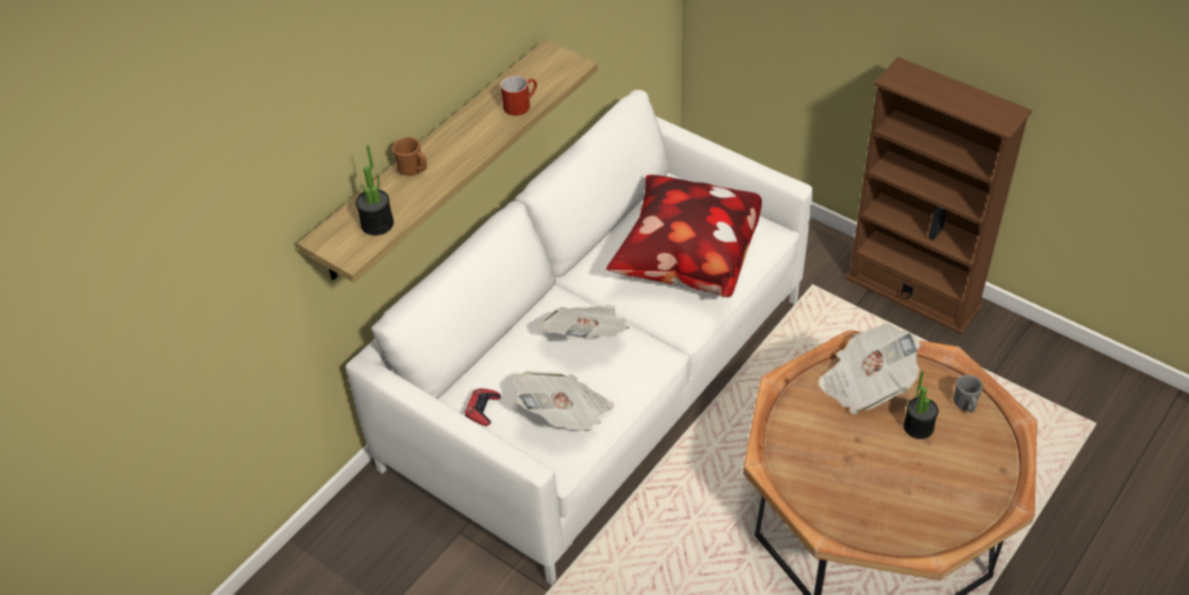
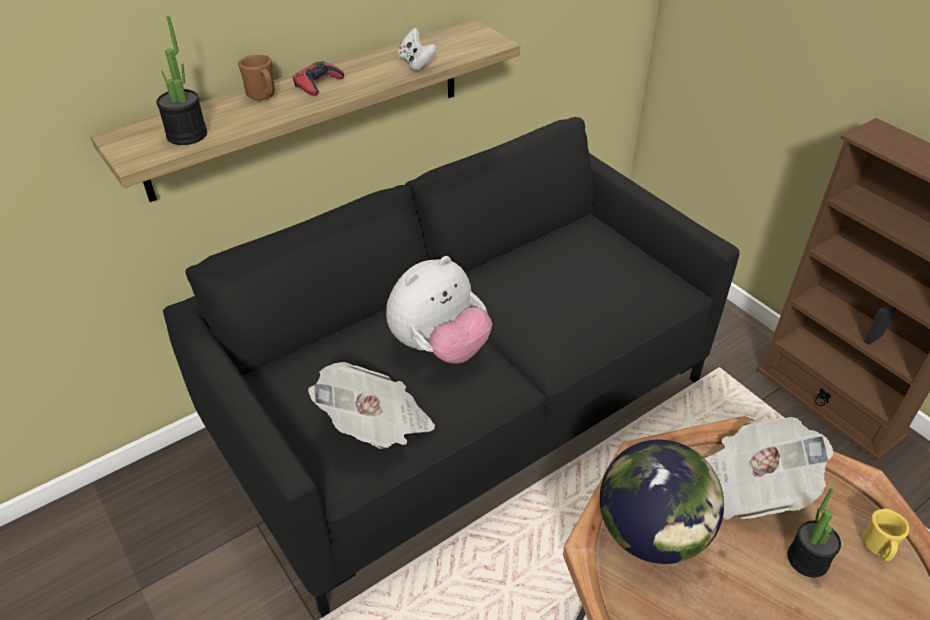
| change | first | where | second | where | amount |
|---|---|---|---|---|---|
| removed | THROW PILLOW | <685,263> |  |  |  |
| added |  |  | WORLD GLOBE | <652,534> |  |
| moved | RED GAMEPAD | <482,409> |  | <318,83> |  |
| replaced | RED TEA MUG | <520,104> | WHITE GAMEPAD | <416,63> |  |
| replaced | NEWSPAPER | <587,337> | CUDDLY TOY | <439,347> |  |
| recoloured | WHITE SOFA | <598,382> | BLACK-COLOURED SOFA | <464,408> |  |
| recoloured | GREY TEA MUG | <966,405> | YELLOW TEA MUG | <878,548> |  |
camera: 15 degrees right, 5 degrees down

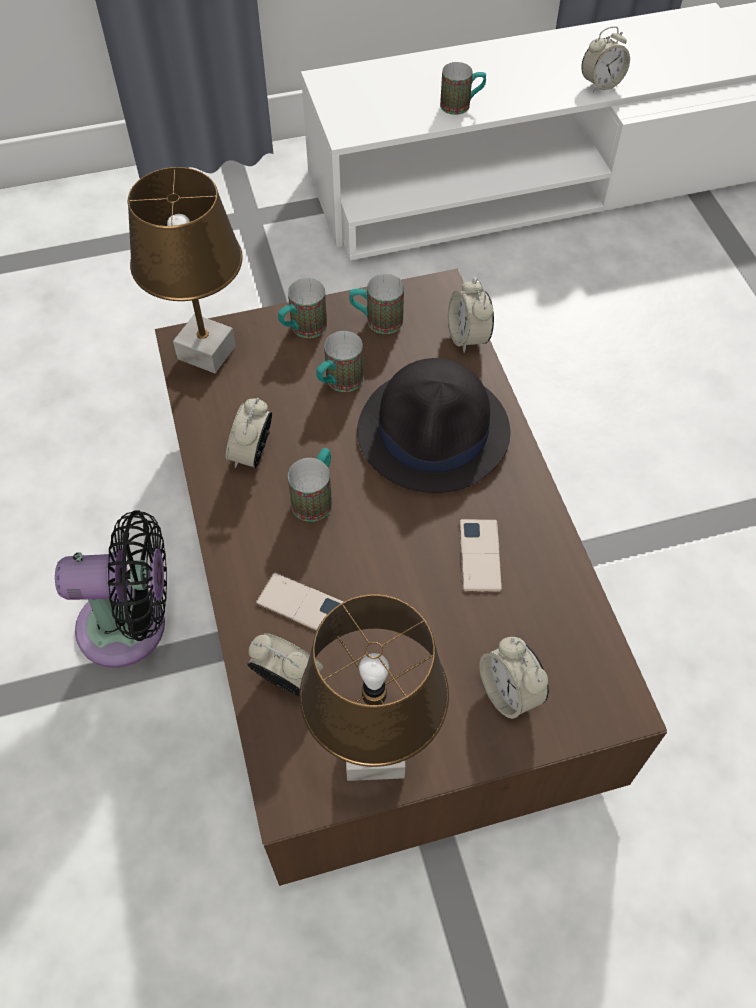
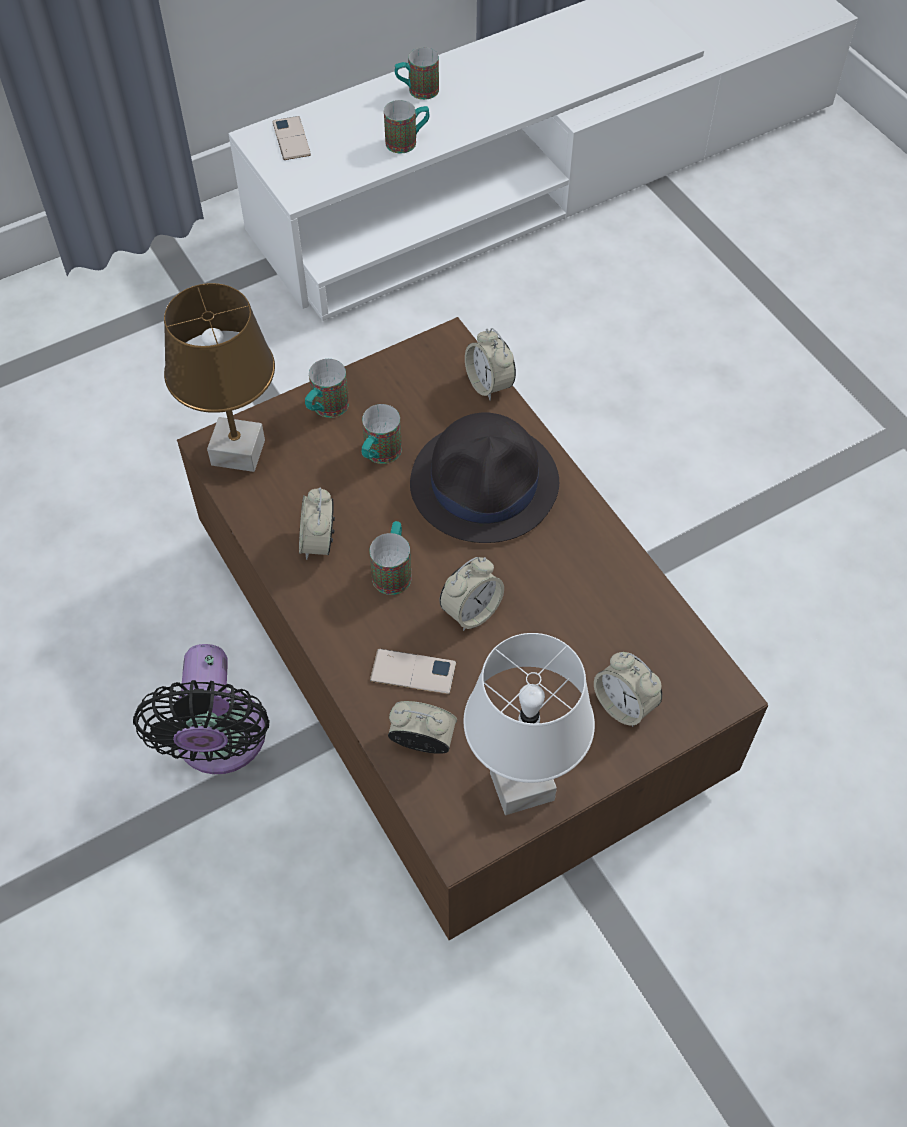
| change | first | where | second | where | amount |
|---|---|---|---|---|---|
| moved | TEA MUG | <376,321> |  | <417,91> |  |
| moved | HANDSET | <480,555> |  | <291,139> |  |
| moved | BEDSIDE CLOCK | <601,84> |  | <471,611> |  |
| recoloured | BROWN TABLETOP LAMP | <375,752> | WHITE TABLETOP LAMP | <522,785> |  |
| turned | BLACK-COLOURED FAN | <132,626> |  | <220,743> | 105 degrees clockwise |
camera: 15 degrees left, 0 degrees up

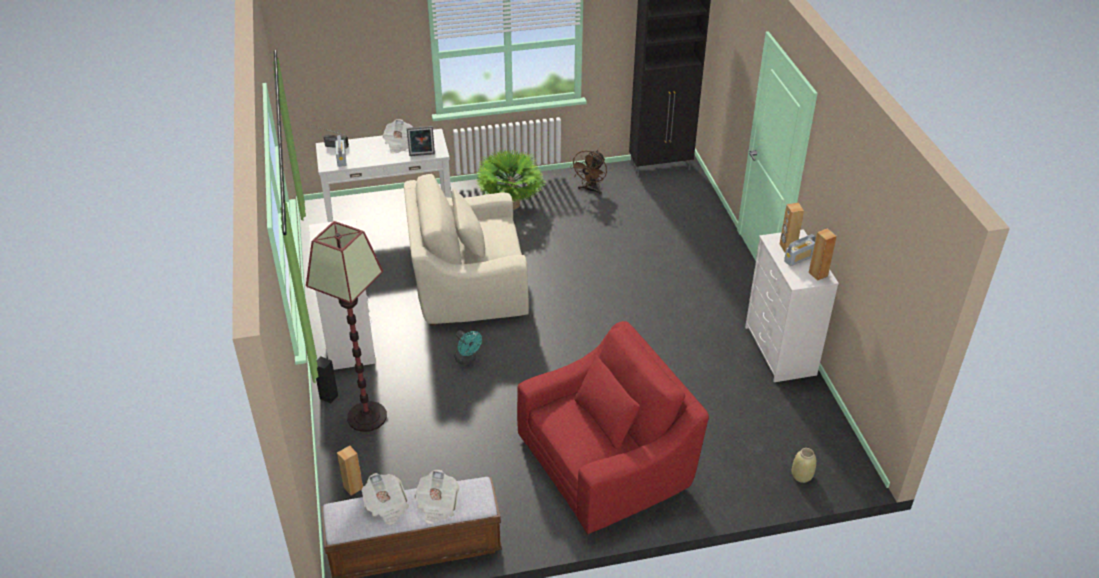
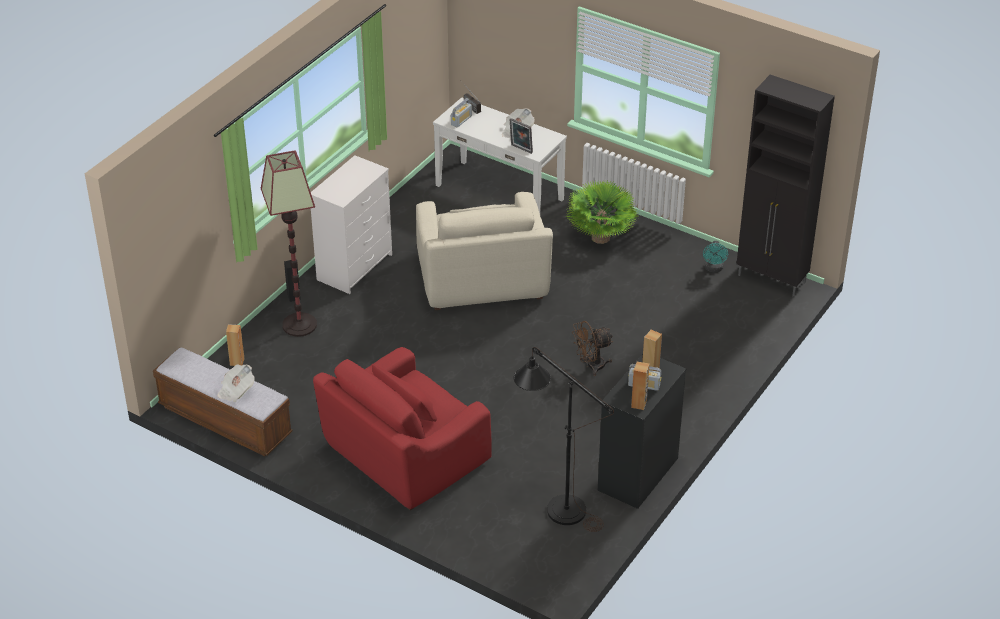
| change | first | where | second | where | amount |
|---|---|---|---|---|---|
| removed | NEWSPAPER | <386,506> |  |  |  |
| removed | BEIGE-COLOURED VASE | <801,475> |  |  |  |
| added |  |  | BLACK-COLOURED FLOOR LAMP | <557,505> |  |
| moved | TURQUOISE-COLOURED FAN | <467,359> |  | <713,269> |  |
| moved | BROWN FAN | <590,190> |  | <591,366> |  |
| recoloured | WHITE DRESSER | <780,351> | BLACK-COLOURED DRESSER | <637,474> |  |
| turned | BEIGE-COLOURED LOUNGE CHAIR | <467,284> |  | <482,278> | 135 degrees counterclockwise |
| turned | RED LOUNGE CHAIR | <606,462> |  | <404,456> | 120 degrees clockwise |
camera: 45 degrees right, 0 degrees up

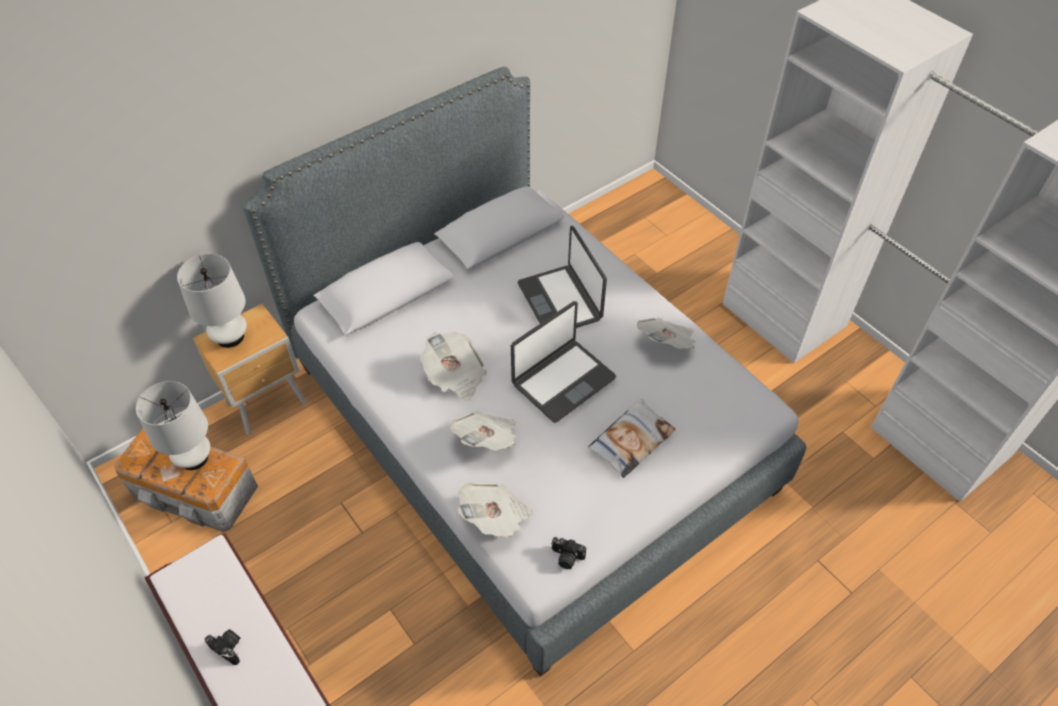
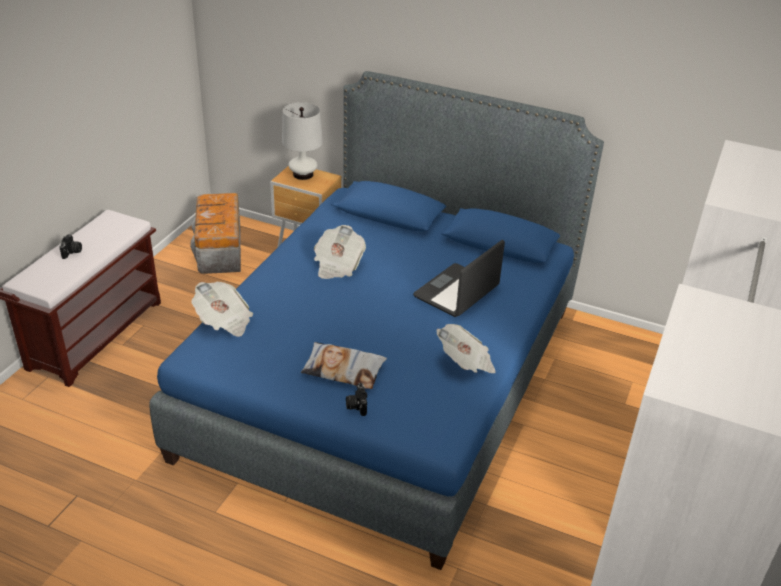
| change | first | where | second | where | amount |
|---|---|---|---|---|---|
| removed | WHITE TABLETOP LAMP | <194,458> |  |  |  |
| removed | NEWSPAPER | <487,440> |  |  |  |
| removed | PORTABLE COMPUTER | <562,380> |  |  |  |
| moved | STILL CAMERA | <566,558> |  | <356,405> |  |
| recoloured | GREY BED | <527,426> | BLUE-COLOURED BED | <386,379> |  |
camera: 60 degrees right, 15 degrees down

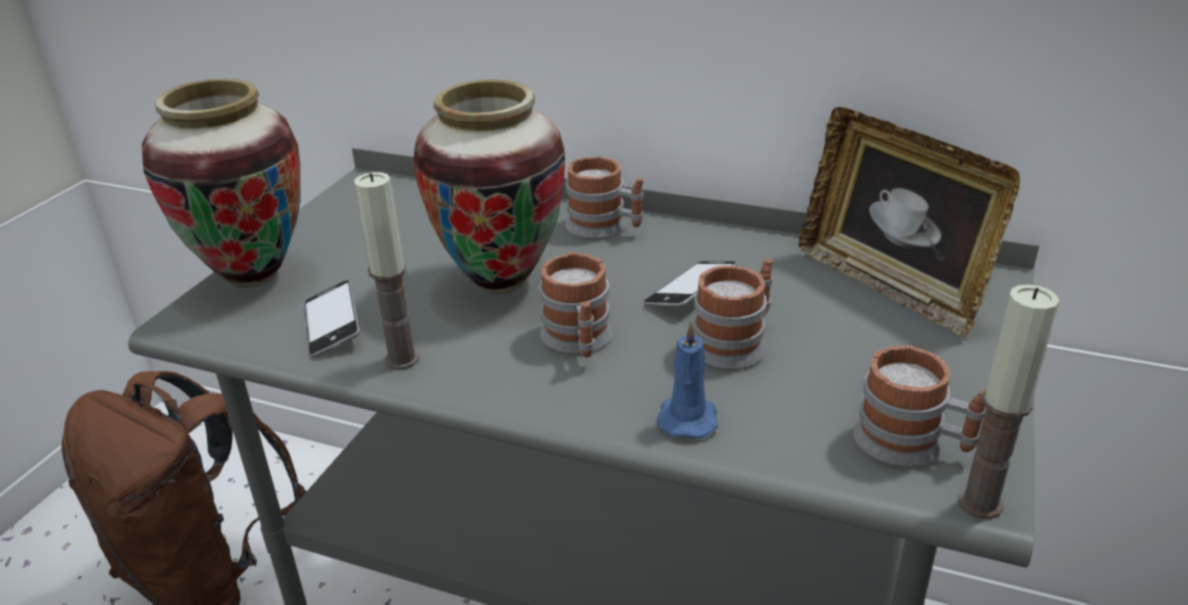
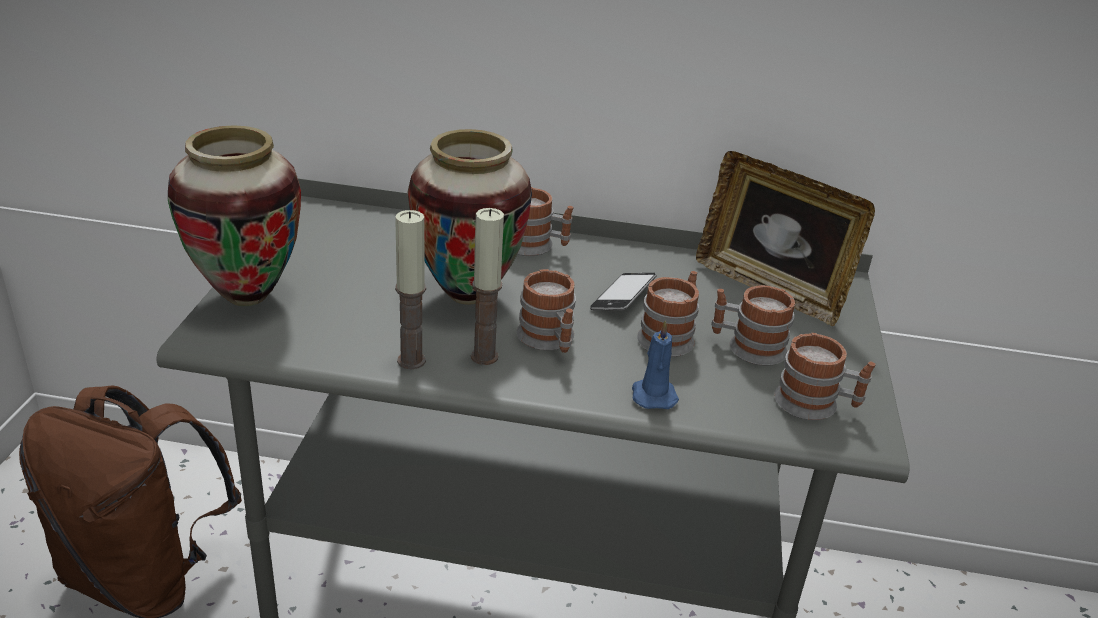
| change | first | where | second | where | amount |
|---|---|---|---|---|---|
| removed | HANDSET | <333,326> |  |  |  |
| added |  |  | TEA MUG | <747,347> |  |
| moved | CANDLE | <980,503> |  | <484,356> |  |
camera: 15 degrees left, 0 degrees up

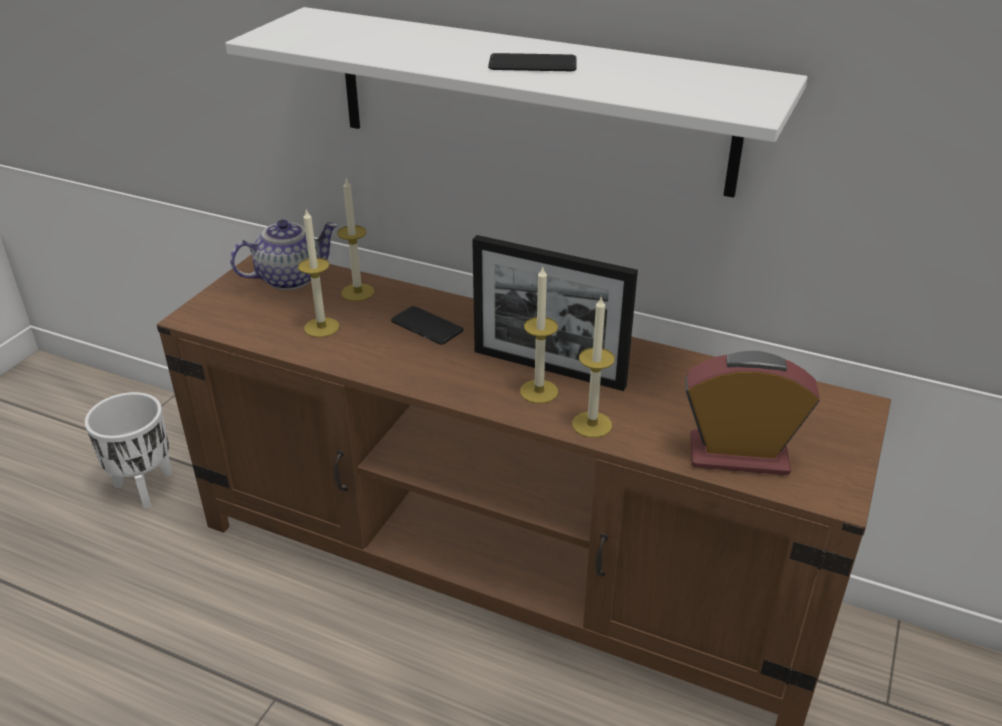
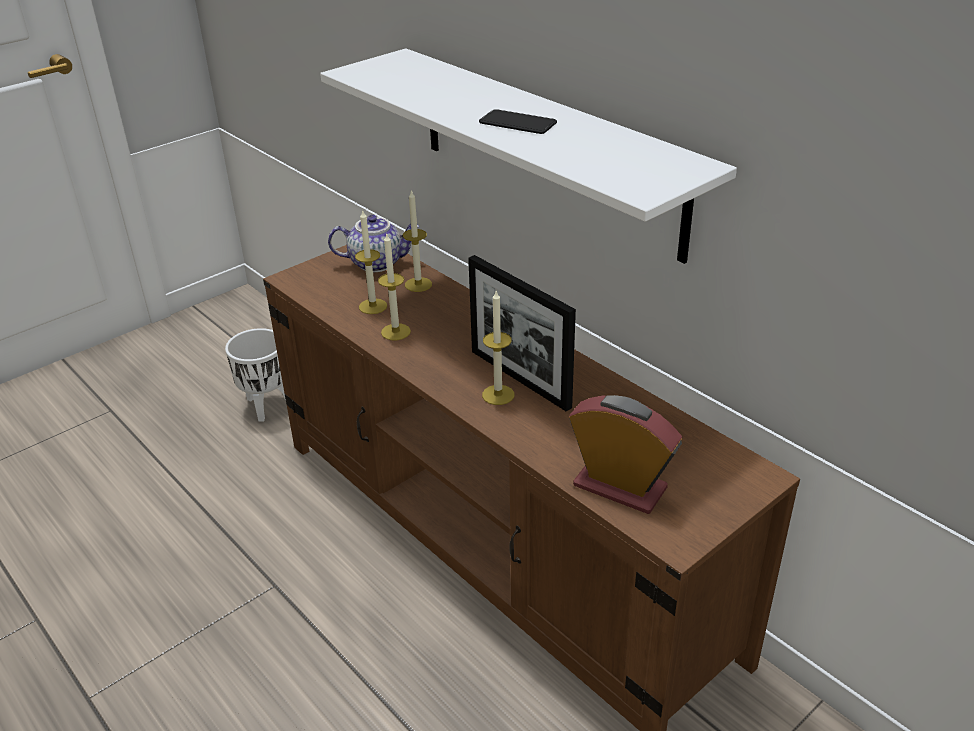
| change | first | where | second | where | amount |
|---|---|---|---|---|---|
| removed | HANDSET | <427,326> |  |  |  |
| moved | CANDLE | <592,424> |  | <395,332> |  |
camera: 25 degrees right, 0 degrees up

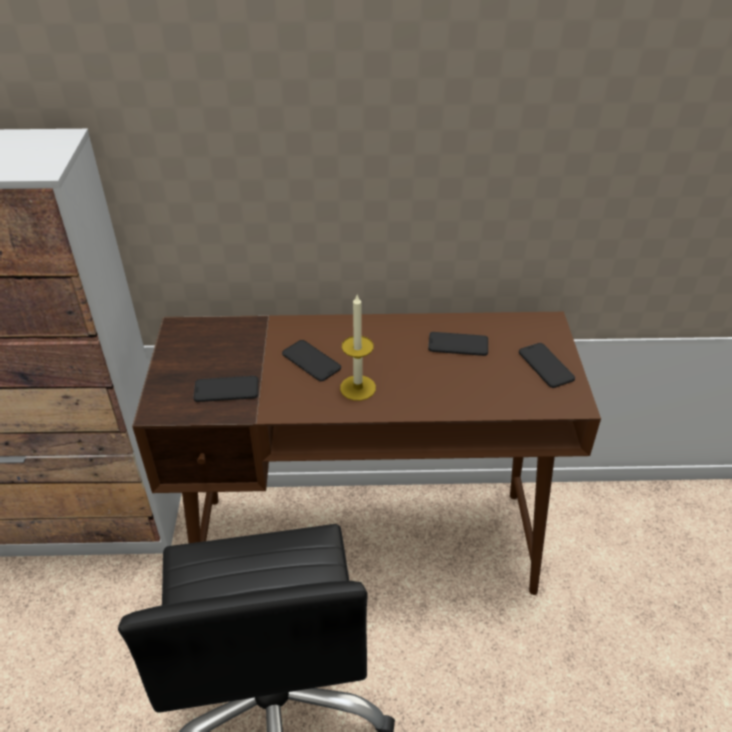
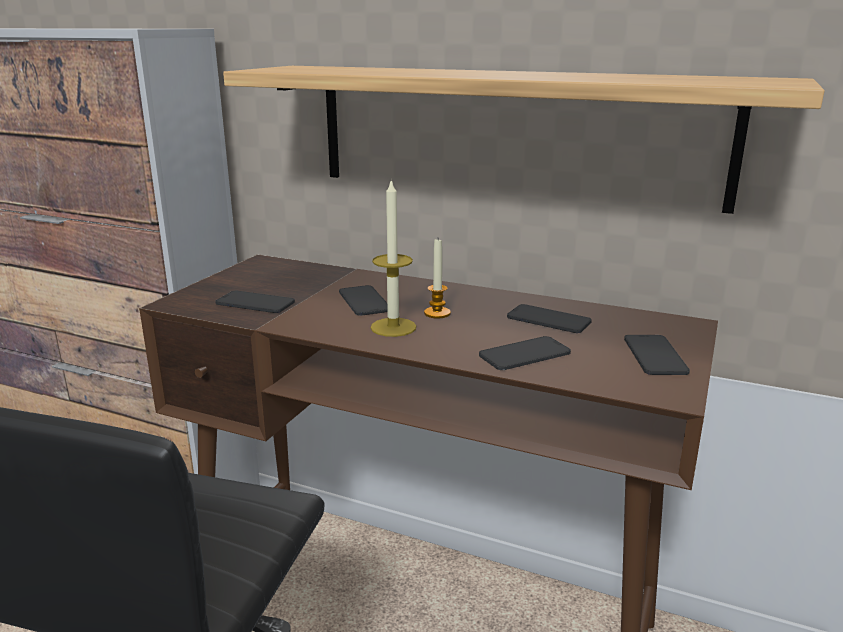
| change | first | where | second | where | amount |
|---|---|---|---|---|---|
| added |  |  | BRACKET SHELF | <513,133> |  |
| added |  |  | CANDLE | <437,313> |  |
| added |  |  | HANDSET | <524,354> |  |
camera: 25 degrees right, 20 degrees down

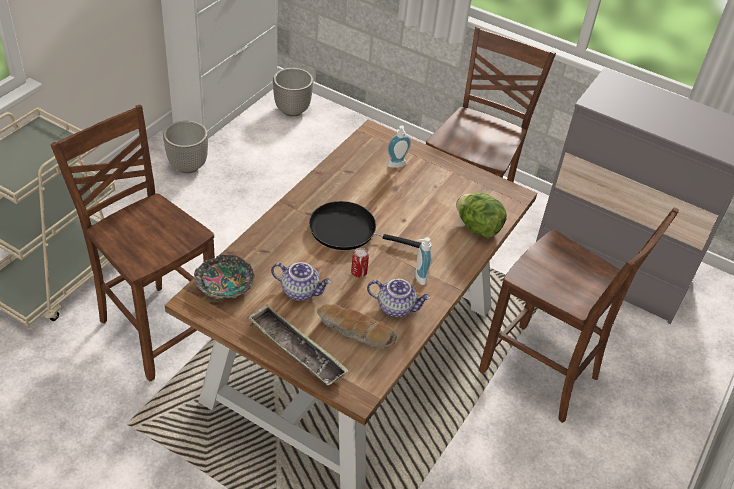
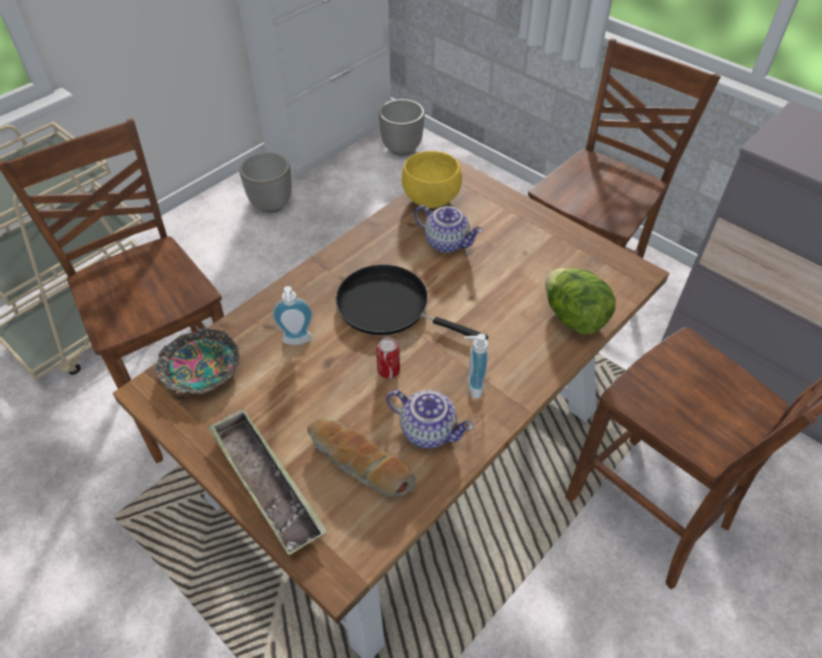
| change | first | where | second | where | amount |
|---|---|---|---|---|---|
| added |  |  | YELLOW DEEP DISH | <432,199> |  |
| moved | POT FOR TEA | <301,291> |  | <447,242> |  |
| moved | LIQUID SOAP BOTTLE | <397,166> |  | <297,342> |  |
camera: 15 degrees right, 5 degrees up

